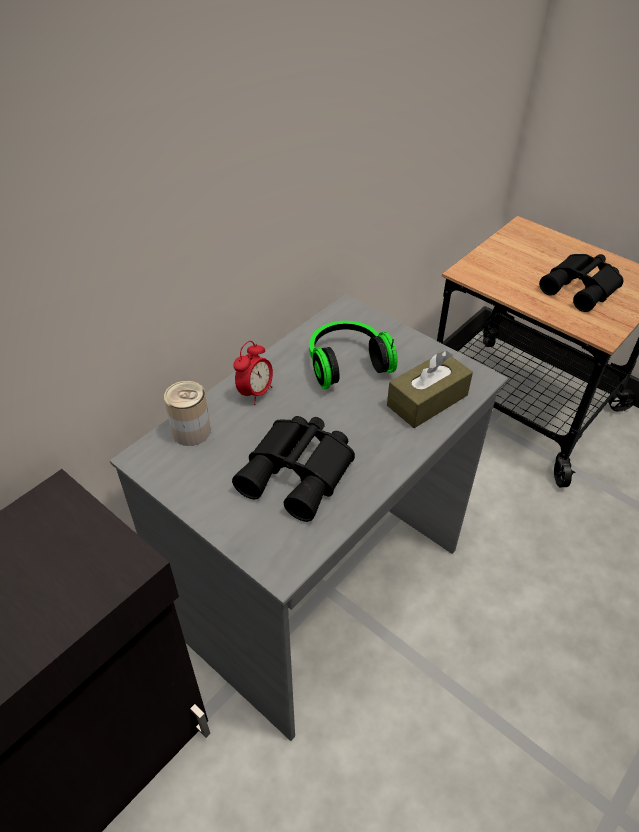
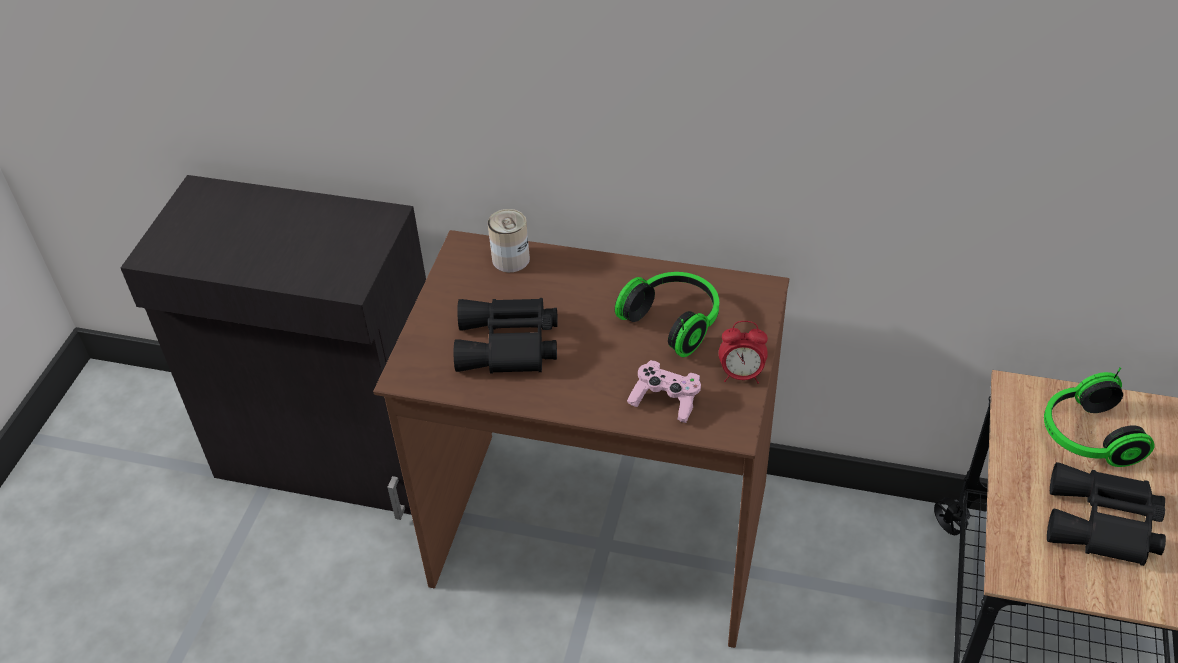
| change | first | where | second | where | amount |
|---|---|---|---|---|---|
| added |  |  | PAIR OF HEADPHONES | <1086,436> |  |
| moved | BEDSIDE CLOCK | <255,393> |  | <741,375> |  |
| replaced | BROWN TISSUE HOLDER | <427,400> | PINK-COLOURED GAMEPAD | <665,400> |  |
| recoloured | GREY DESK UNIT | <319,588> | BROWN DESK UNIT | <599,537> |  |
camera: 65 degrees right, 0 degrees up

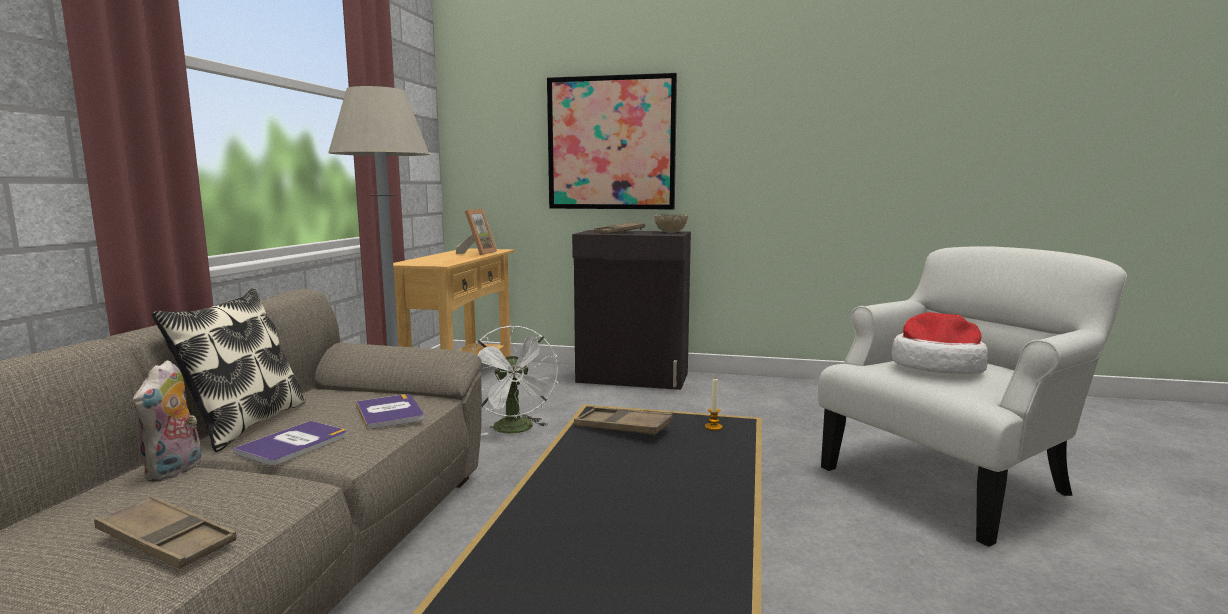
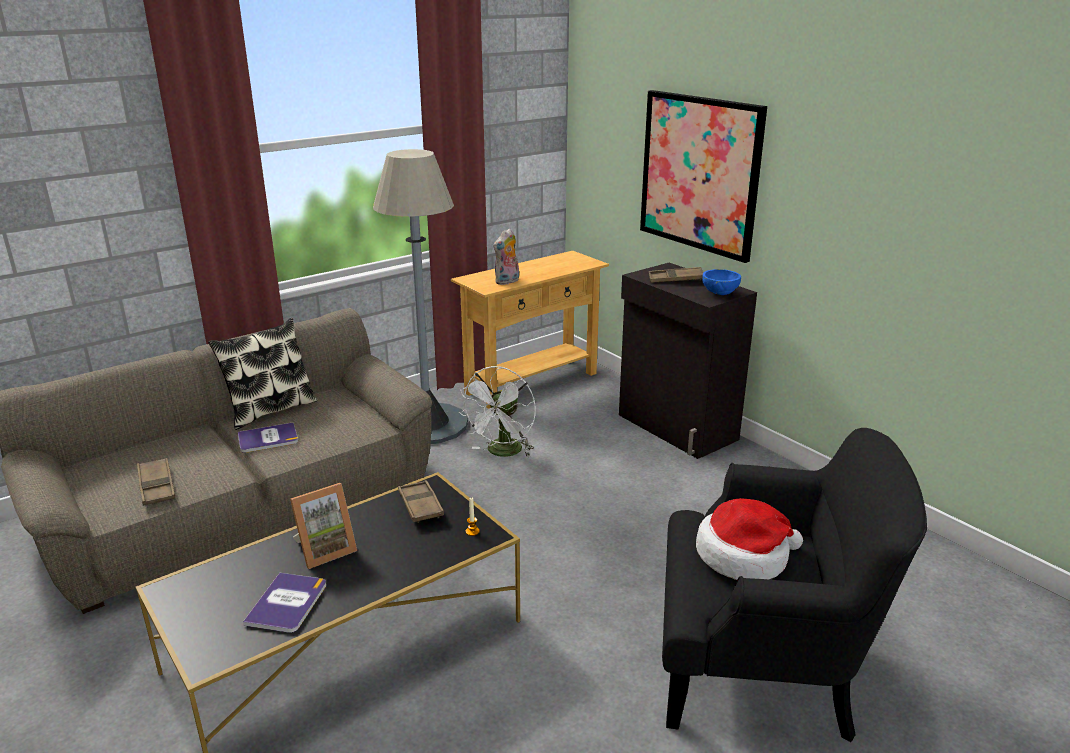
| change | first | where | second | where | amount |
|---|---|---|---|---|---|
| moved | CUDDLY TOY | <175,471> |  | <507,282> |  |
| moved | VOLUME | <389,412> |  | <287,603> |  |
| moved | STANDING FRAME | <478,253> |  | <325,550> |  |
| recoloured | BEIGE-COLOURED DEEP DISH | <671,233> | BLUE-COLOURED DEEP DISH | <720,294> |  |
| recoloured | WHITE LOUNGE CHAIR | <950,481> | BLACK-COLOURED LOUNGE CHAIR | <761,666> |  |
camera: 40 degrees right, 15 degrees up

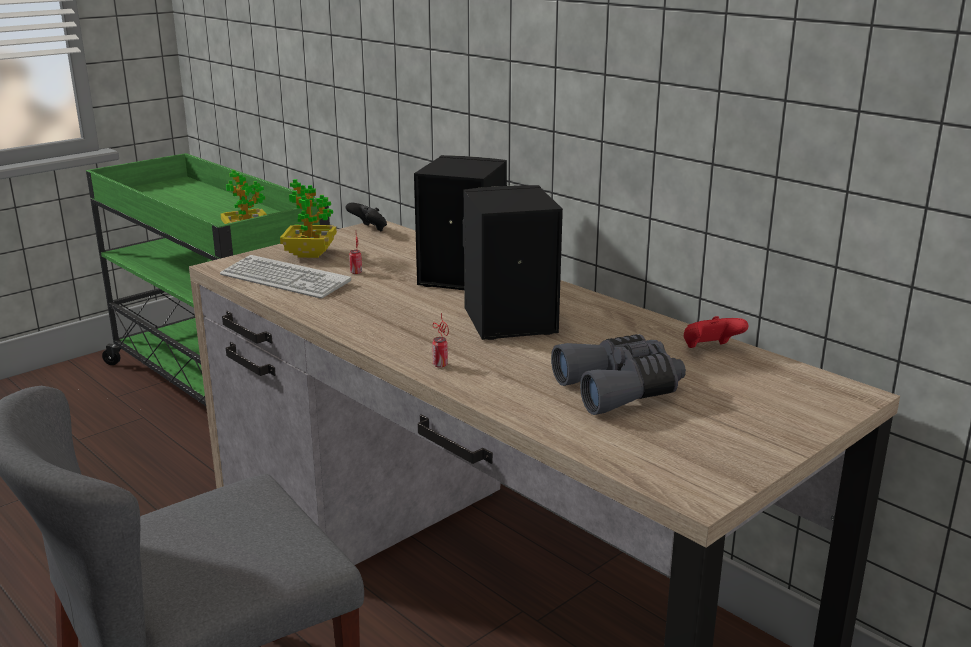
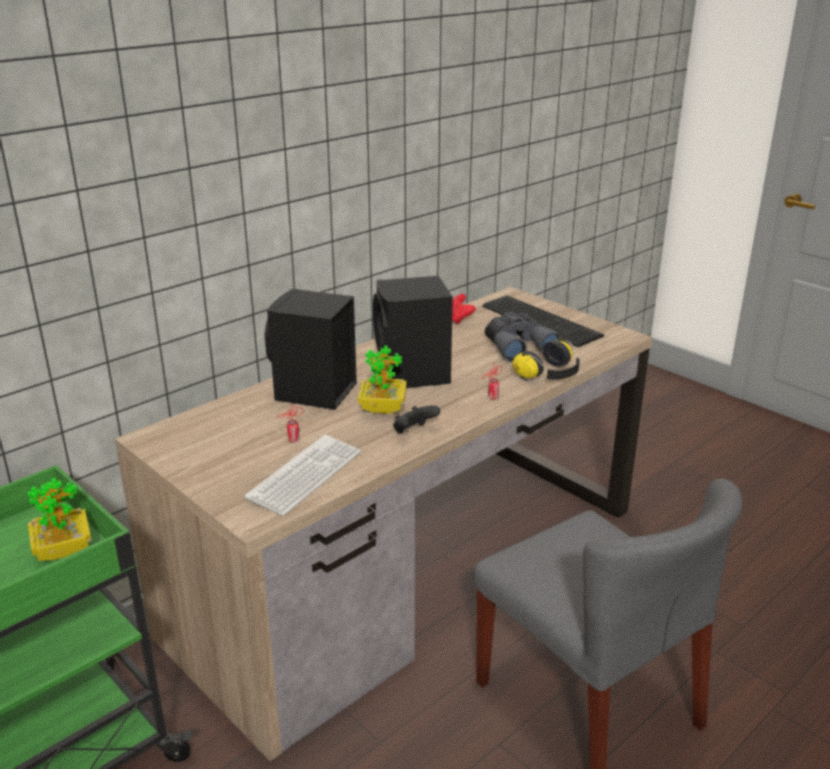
| change | first | where | second | where | amount |
|---|---|---|---|---|---|
| added |  |  | PC KEYBOARD | <541,320> |  |
| added |  |  | PAIR OF HEADPHONES | <550,375> |  |
| moved | POTTED PLANT | <310,254> |  | <383,408> |  |
| moved | BLACK-COLOURED GAMEPAD | <368,229> |  | <414,432> |  |
camera: 90 degrees left, 5 degrees up

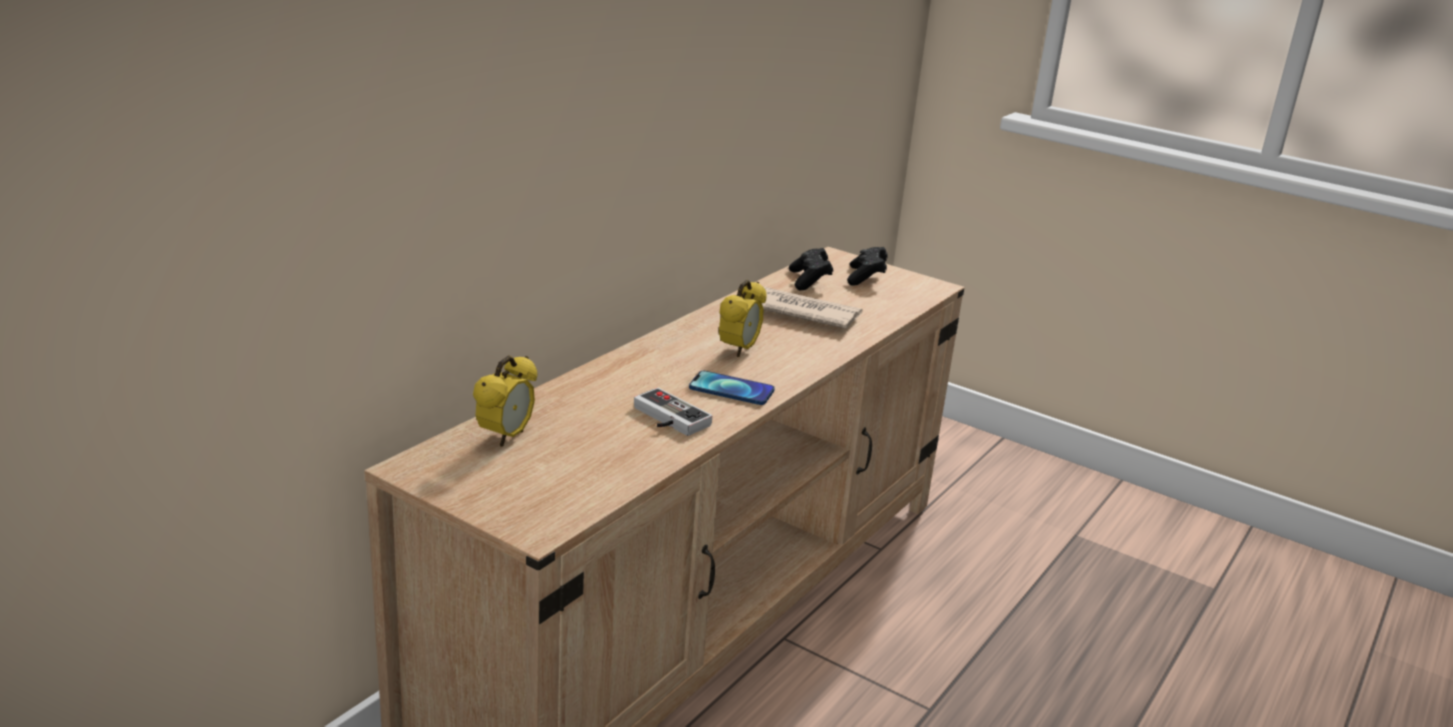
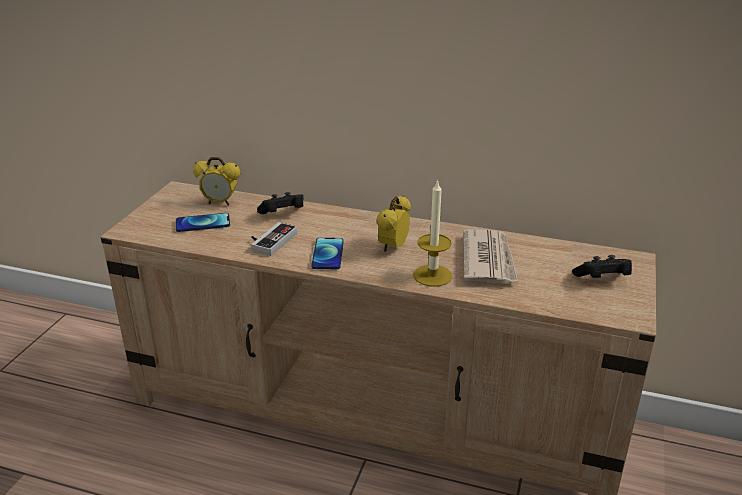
| change | first | where | second | where | amount |
|---|---|---|---|---|---|
| added |  |  | HANDSET | <203,223> |  |
| added |  |  | CANDLE | <432,275> |  |
| moved | BLACK-COLOURED GAMEPAD | <809,281> |  | <283,214> |  |
| turned | BEDSIDE CLOCK | <739,350> |  | <393,247> | 105 degrees clockwise |
camera: 75 degrees right, 5 degrees up

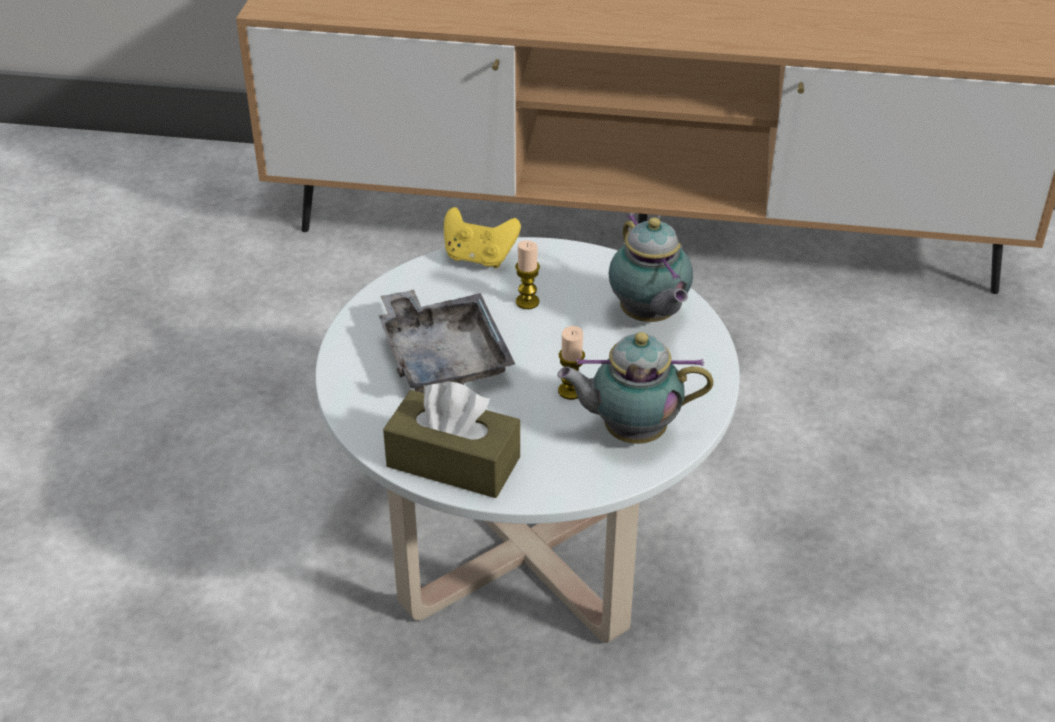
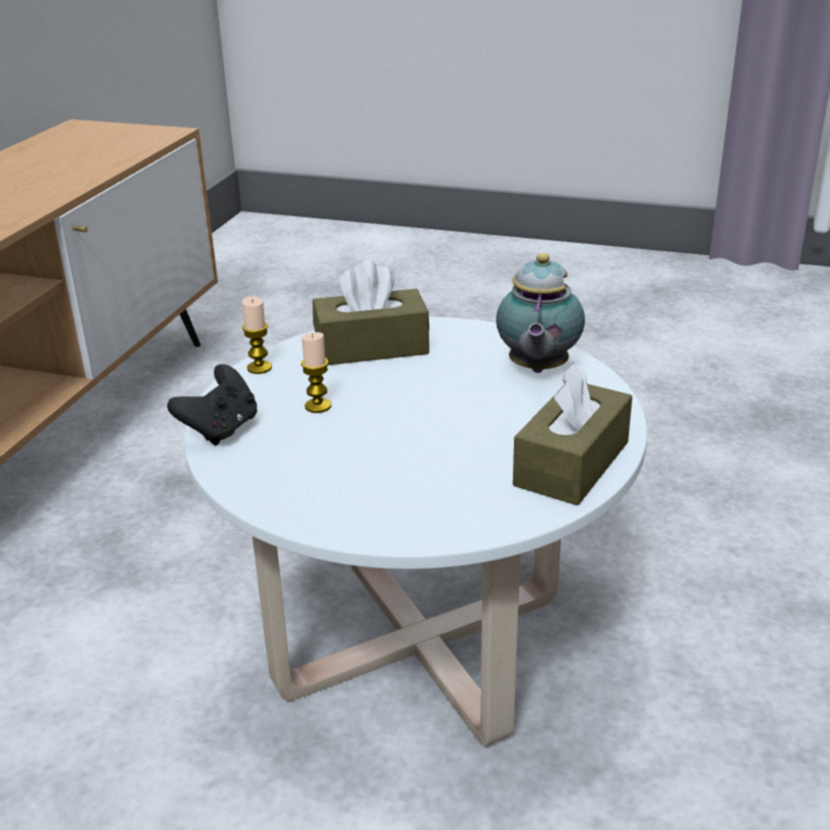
| change | first | where | second | where | amount |
|---|---|---|---|---|---|
| removed | GREY SERVING TRAY | <443,357> |  |  |  |
| moved | CANDLE | <570,391> |  | <259,368> |  |
| replaced | POT FOR TEA | <648,317> | BROWN TISSUE HOLDER | <371,347> |  |
| recoloured | YELLOW GAMEPAD | <479,258> | BLACK-COLOURED GAMEPAD | <221,429> |  |
camera: 80 degrees left, 10 degrees down

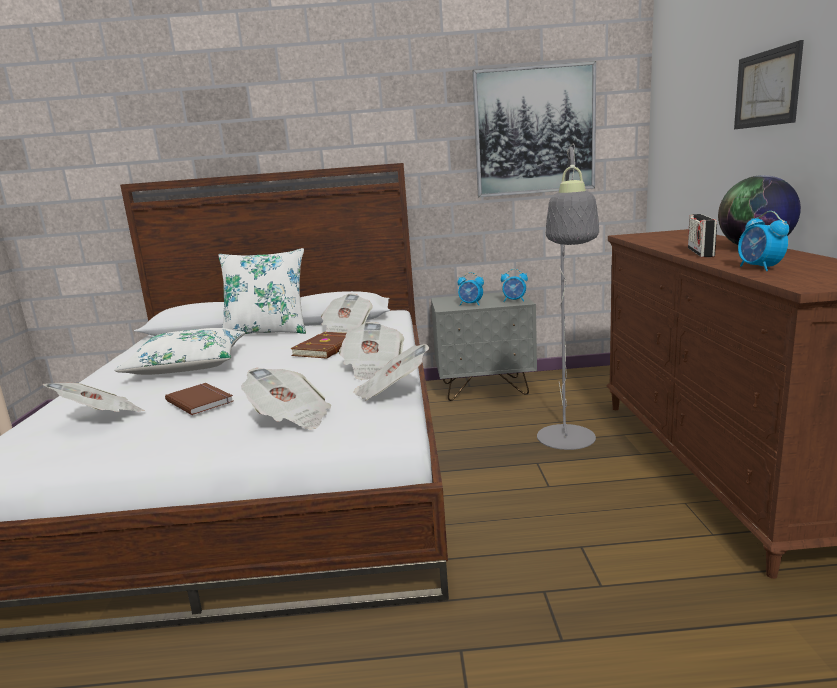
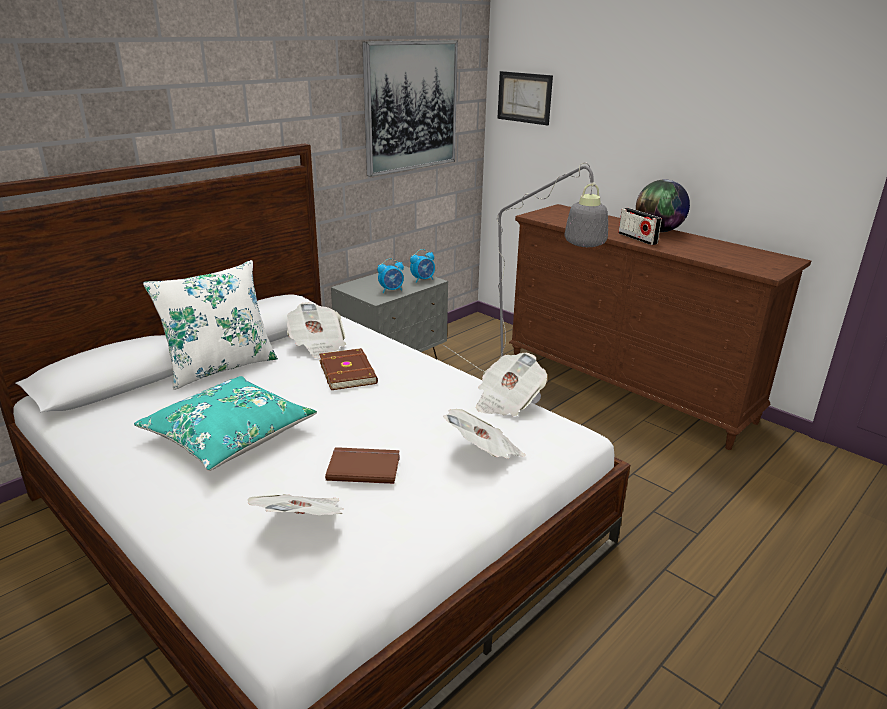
| change | first | where | second | where | amount |
|---|---|---|---|---|---|
| removed | NEWSPAPER | <373,368> |  |  |  |
| removed | BEDSIDE CLOCK | <759,268> |  |  |  |
| moved | WALL ART | <767,88> |  | <524,97> |  |
| recoloured | WHITE THROW PILLOW | <188,365> | TURQUOISE-COLOURED THROW PILLOW | <229,435> |  |
camera: 45 degrees left, 10 degrees up

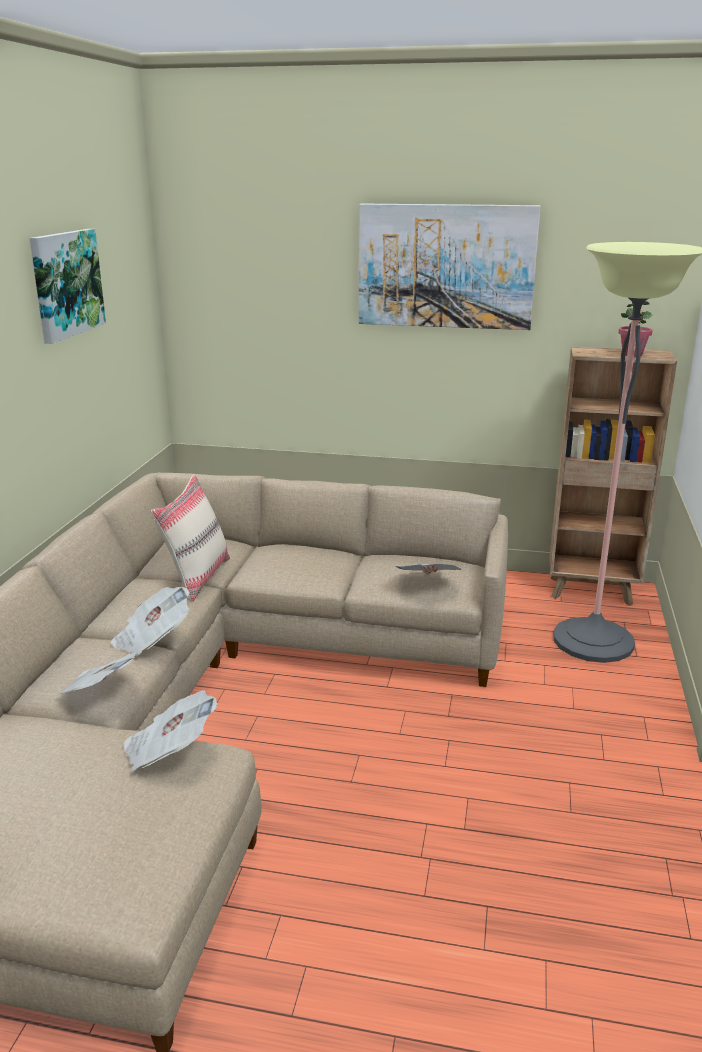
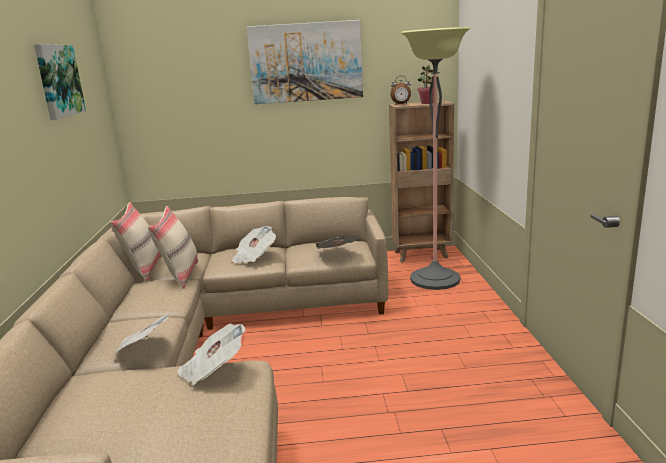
| change | first | where | second | where | amount |
|---|---|---|---|---|---|
| added |  |  | BEIGE-COLOURED THROW PILLOW | <143,269> |  |
| added |  |  | BEDSIDE CLOCK | <401,104> |  |
| moved | NEWSPAPER | <152,639> |  | <254,256> |  |
camera: 15 degrees left, 5 degrees down

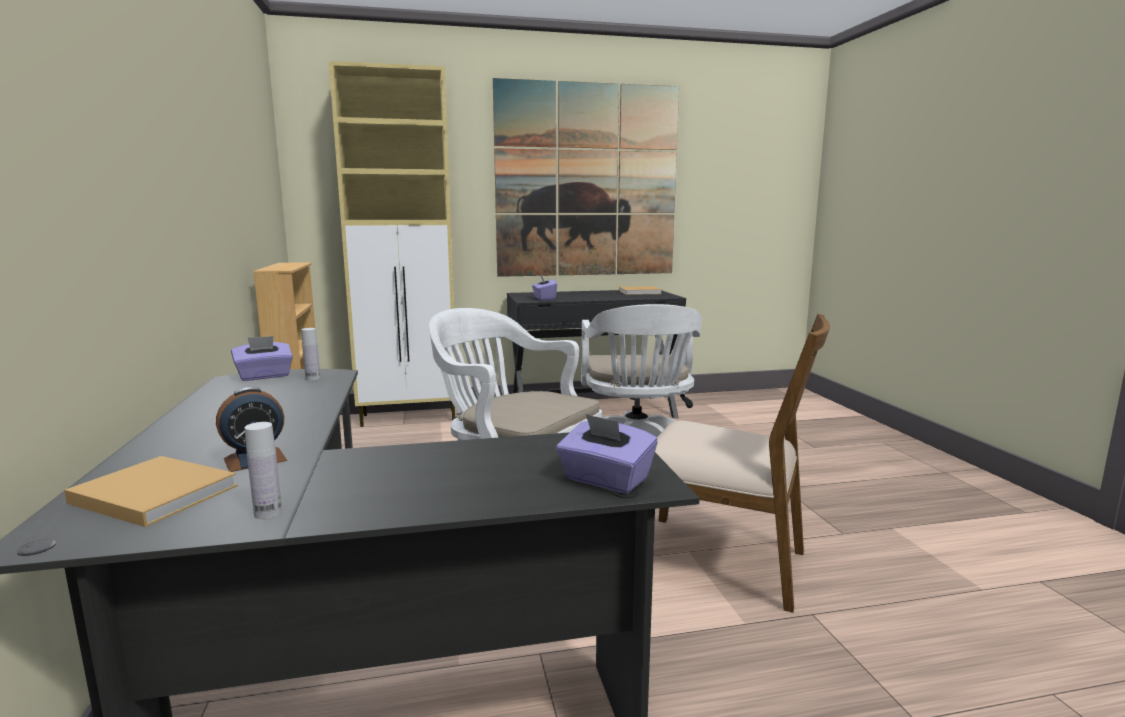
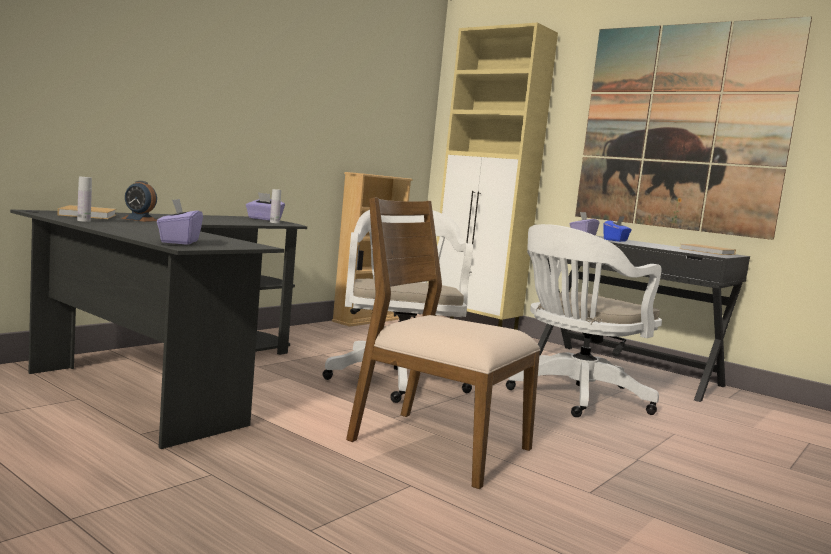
| change | first | where | second | where | amount |
|---|---|---|---|---|---|
| added |  |  | BLUE-COLOURED TISSUE HOLDER | <615,240> |  |
| turned | BROWN CHAIR | <718,561> |  | <437,445> | 135 degrees clockwise |
camera: 50 degrees right, 5 degrees down

